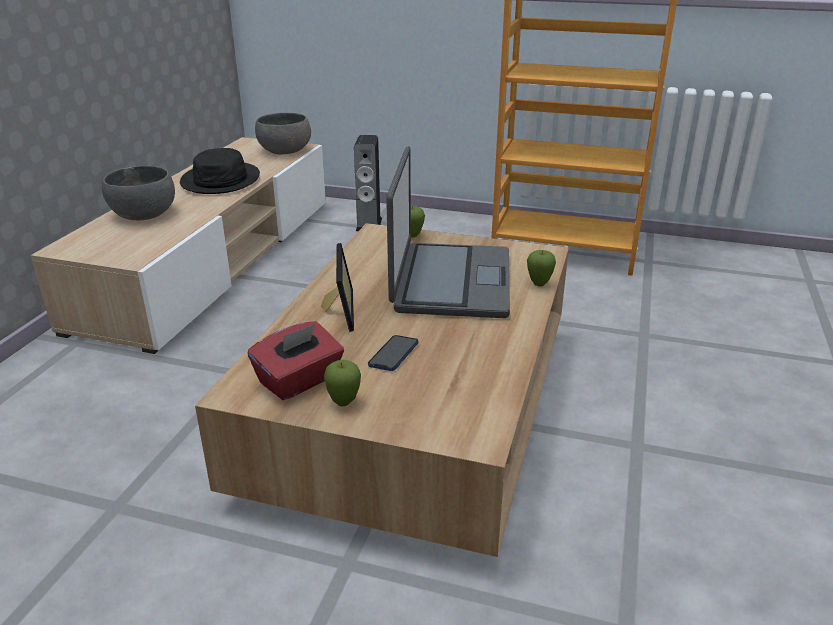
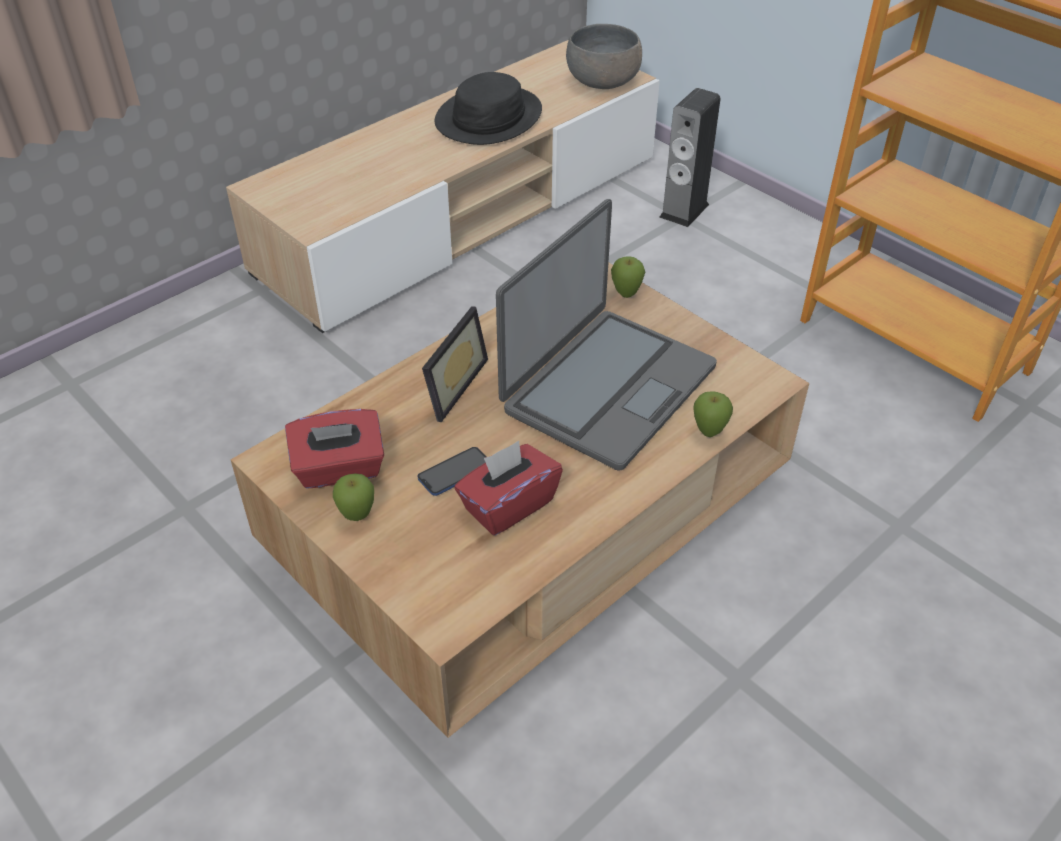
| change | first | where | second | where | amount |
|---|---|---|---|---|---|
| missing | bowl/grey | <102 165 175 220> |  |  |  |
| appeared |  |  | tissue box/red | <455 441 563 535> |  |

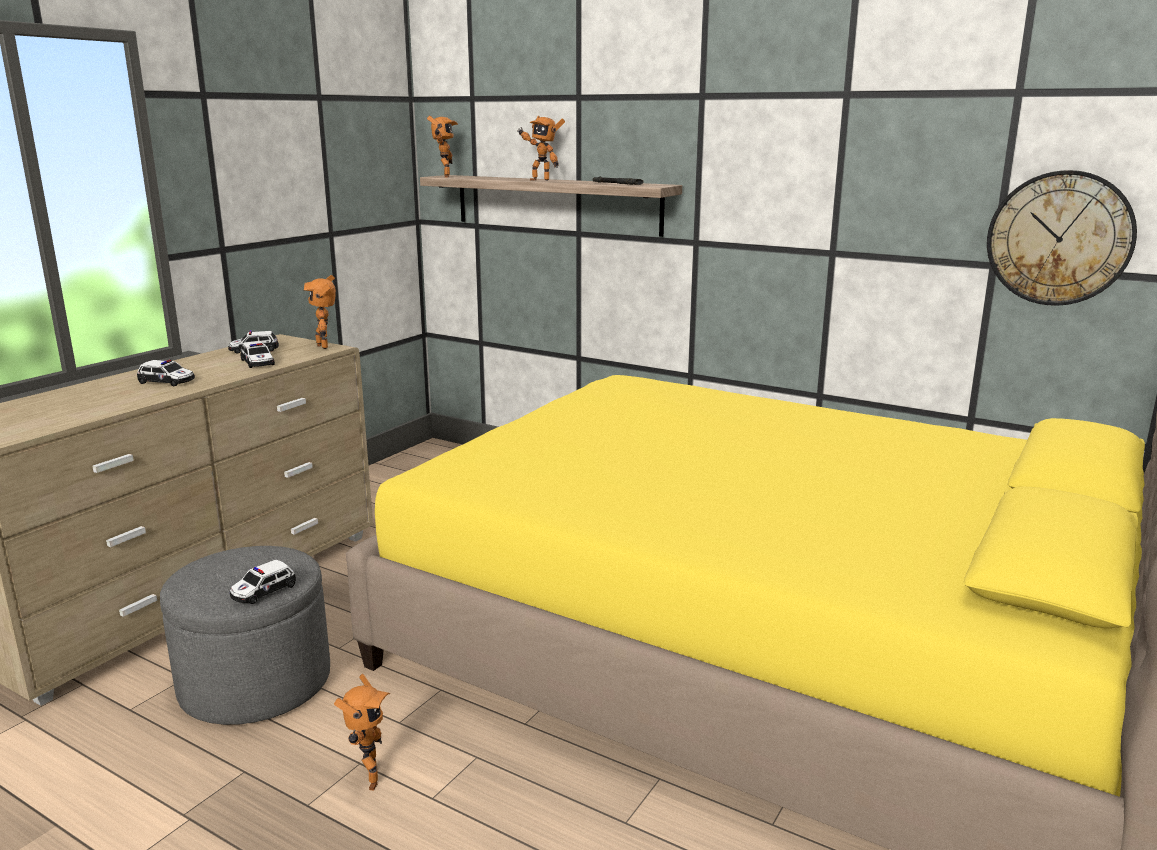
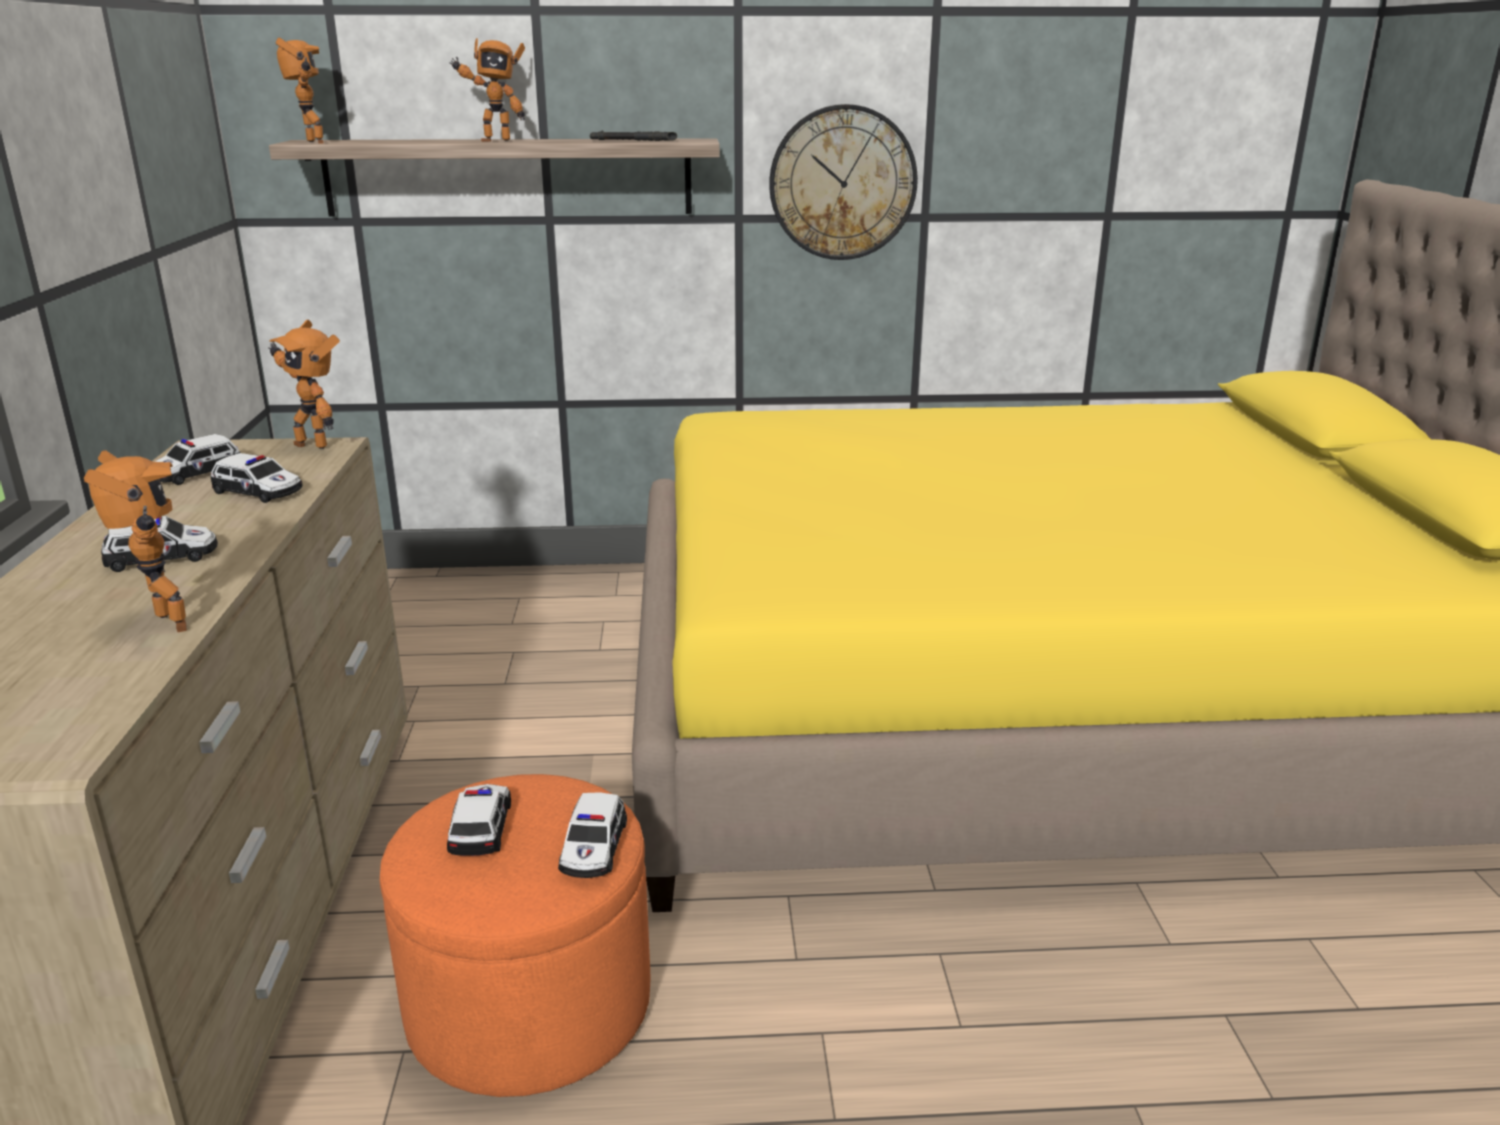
| change | first | where | second | where | amount |
|---|---|---|---|---|---|
| relocated | wall clock | <987 170 1137 306> |  | <769 104 918 260> |  |
| colour | ottoman/grey | <160 546 330 725> | ottoman/orange | <380 774 651 1097> |  |
| relocated | toy robot | <334 674 390 790> |  | <84 450 187 633> |  |
| appeared |  |  | toy car | <447 784 511 856> |  |

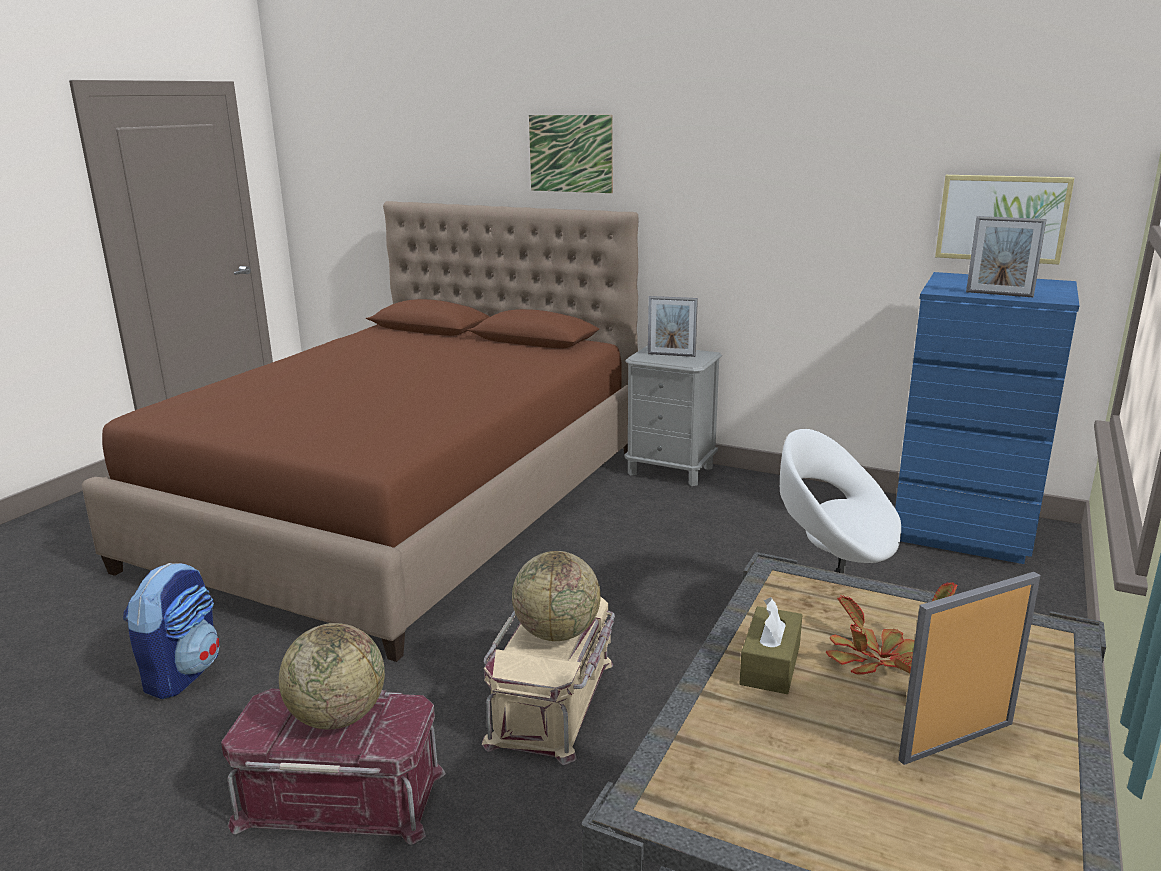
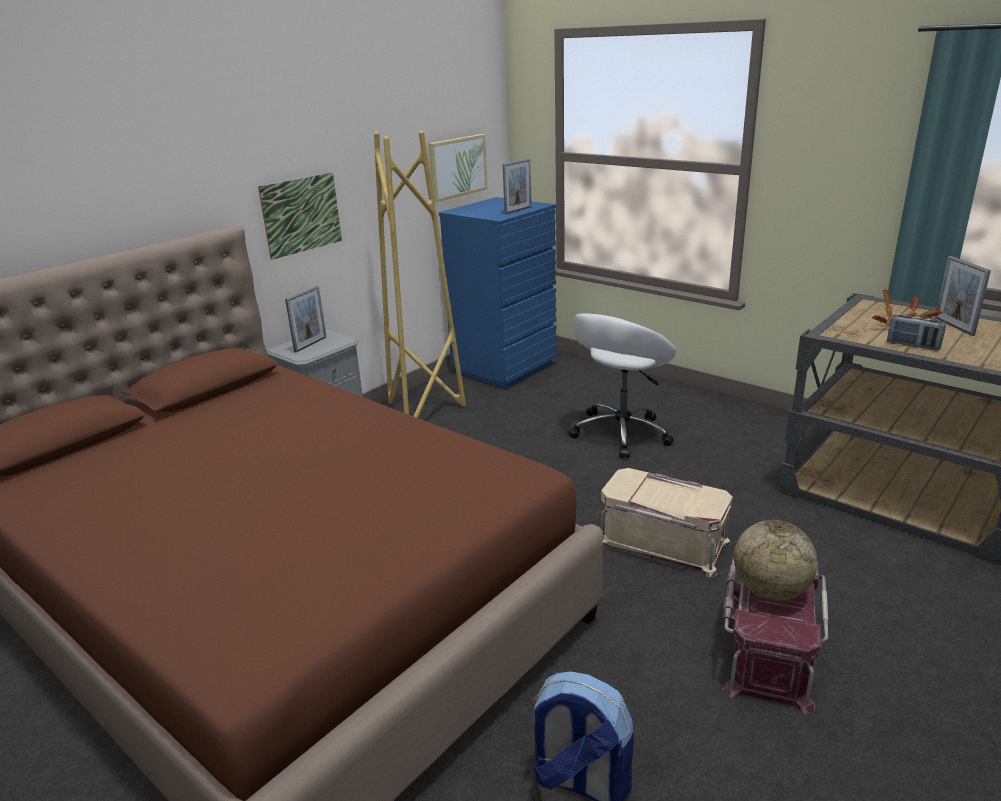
| change | first | where | second | where | amount |
|---|---|---|---|---|---|
| relocated | picture | <529 115 613 193> |  | <258 172 342 260> |  |
| missing | globe | <512 551 601 641> |  |  |  |
| exchanged | tissue box/brown | <739 597 802 694> | radio | <887 315 946 351> |  |
| appeared |  |  | clothes rack/yellow | <374 130 466 418> |  |

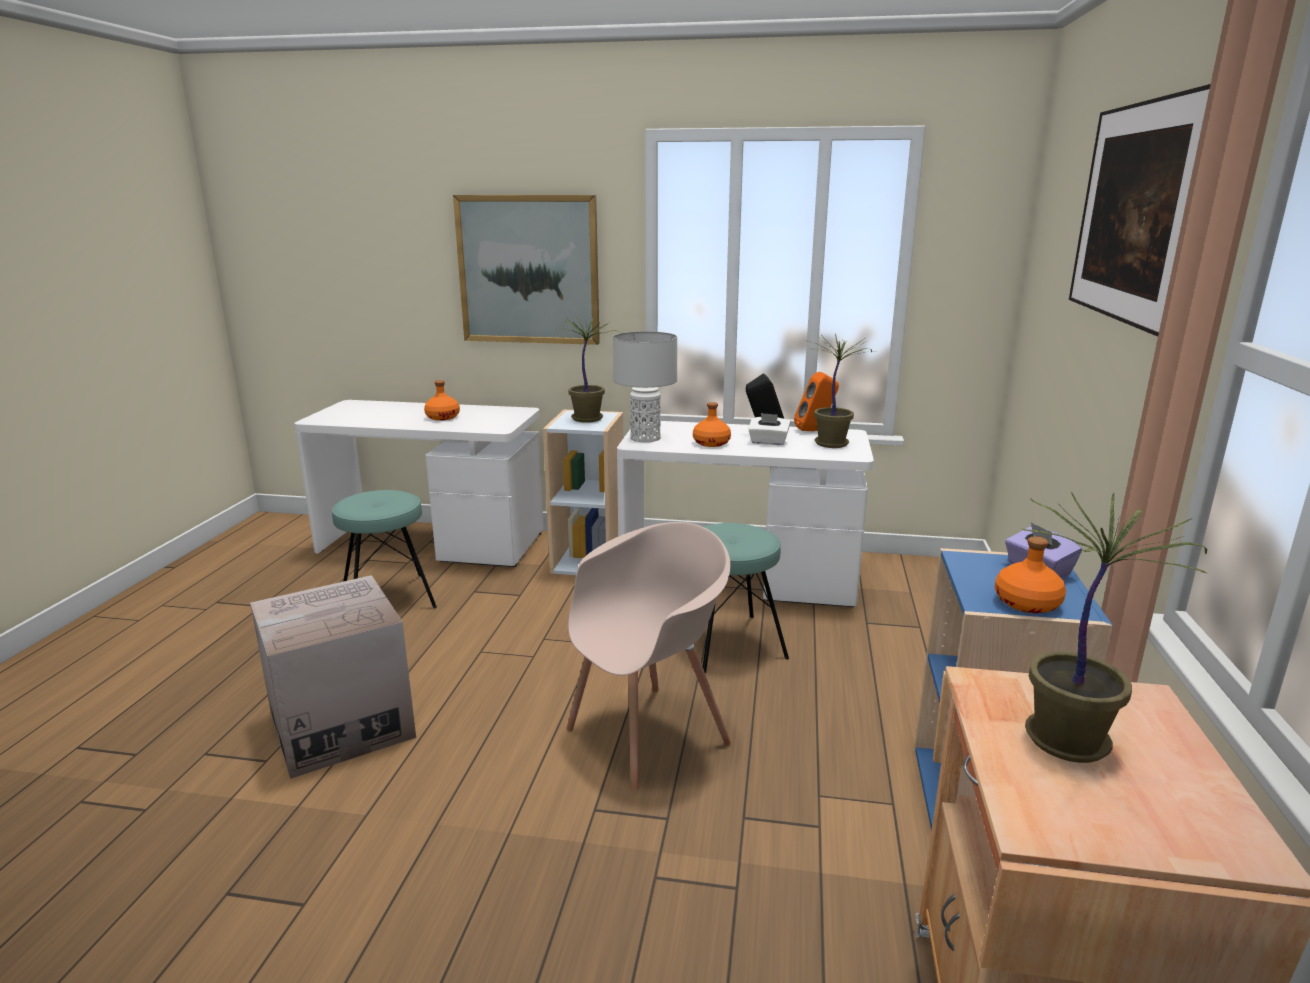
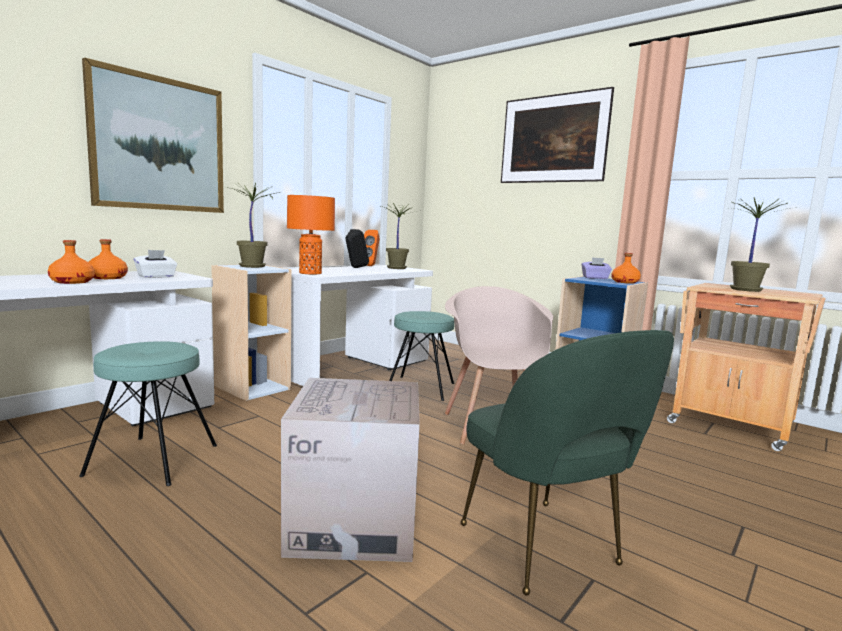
| change | first | where | second | where | amount |
|---|---|---|---|---|---|
| colour | table lamp/white | <613 331 677 442> | table lamp/orange | <287 195 335 274> |  |
| relocated | bottle/orange | <693 402 731 447> |  | <48 240 95 284> |  |
| relocated | tissue box/white | <748 413 790 445> |  | <134 250 177 278> |  |
| appeared |  |  | chair/green | <461 330 674 596> |  |

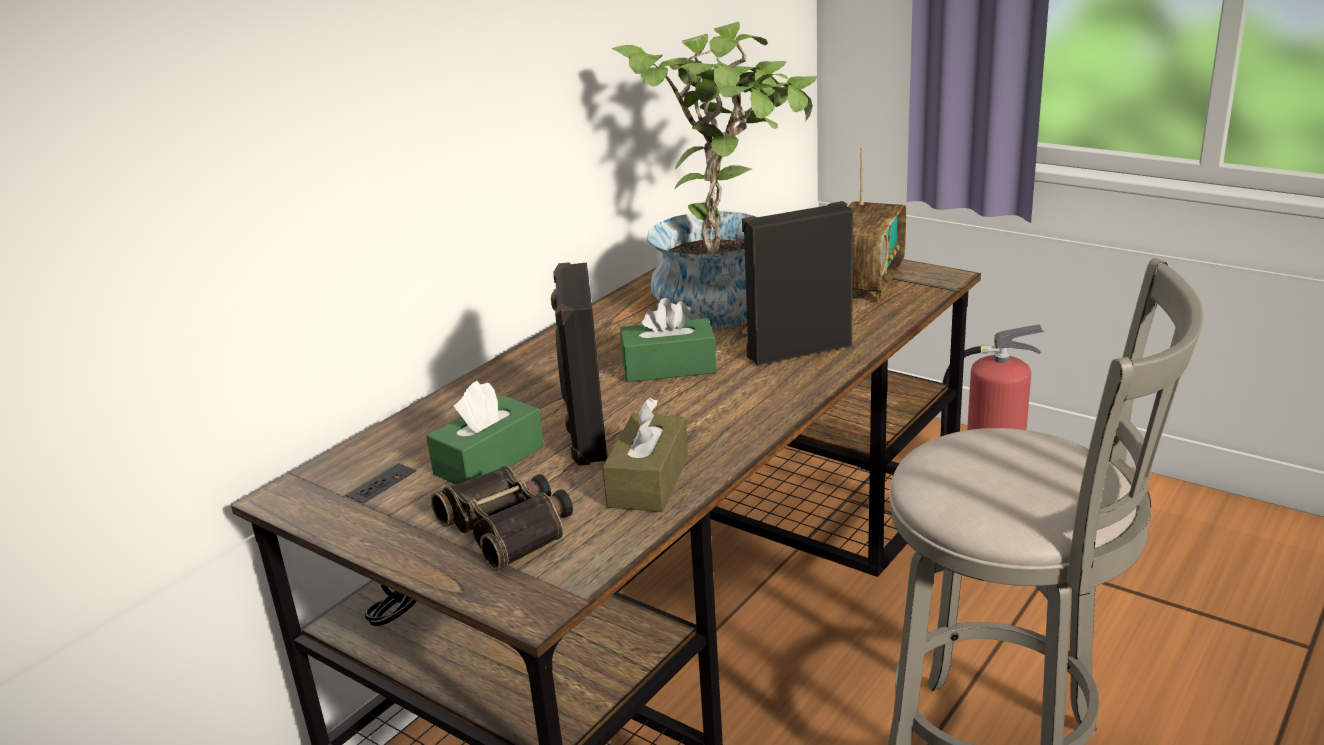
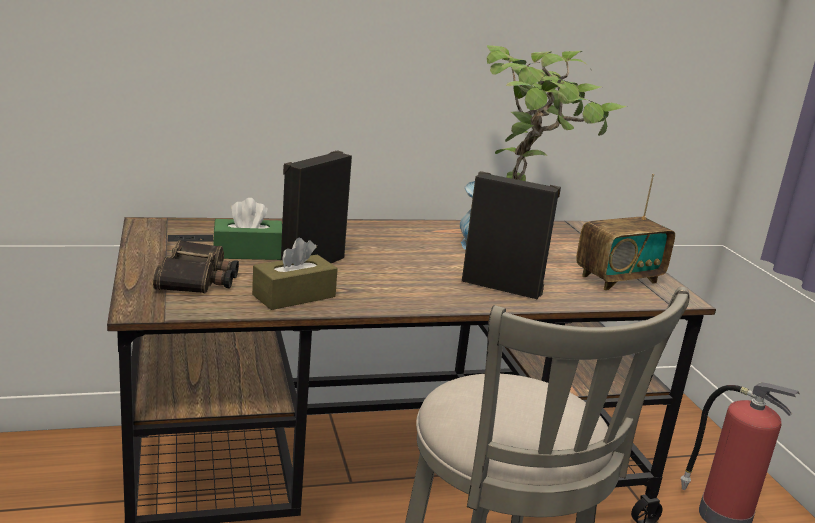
| change | first | where | second | where | amount |
|---|---|---|---|---|---|
| missing | tissue box/green | <620 298 717 382> |  |  |  |

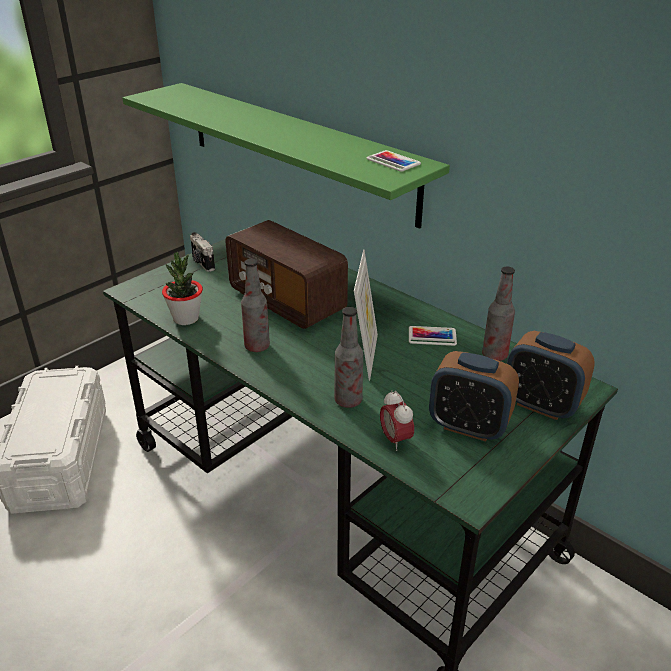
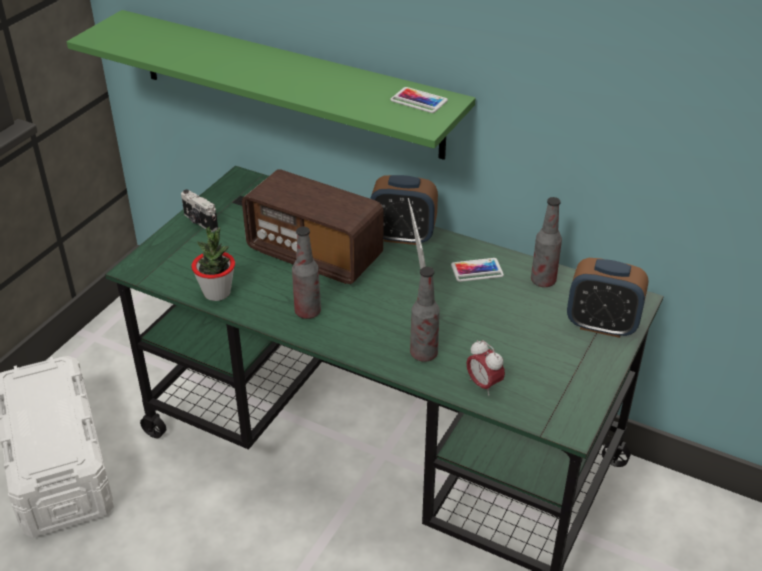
| change | first | where | second | where | amount |
|---|---|---|---|---|---|
| relocated | alarm clock | <429 351 519 441> |  | <370 175 438 245> |  |

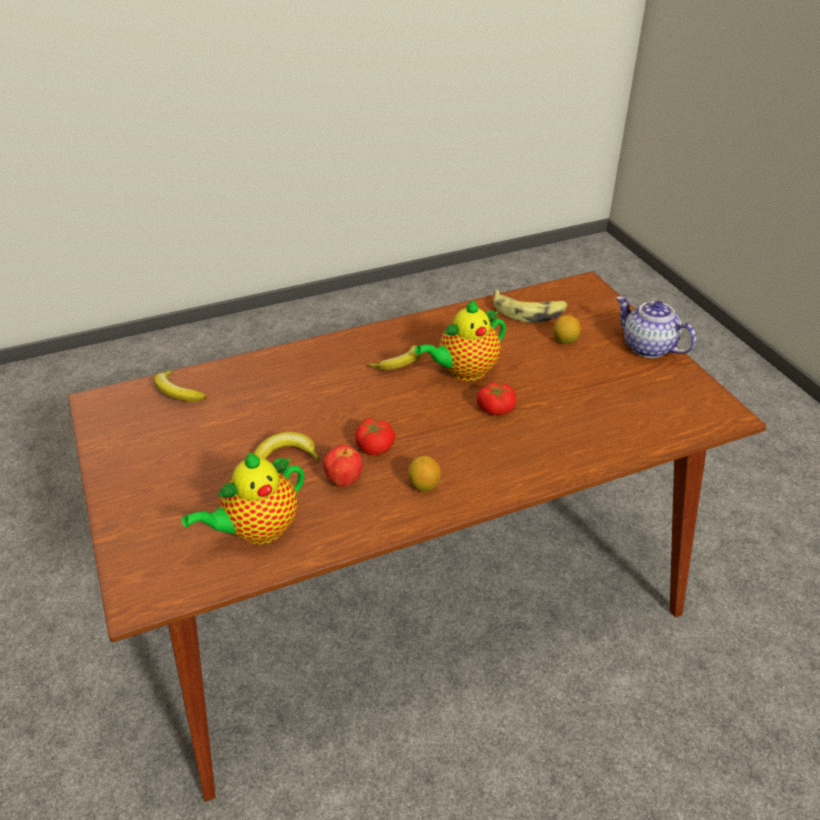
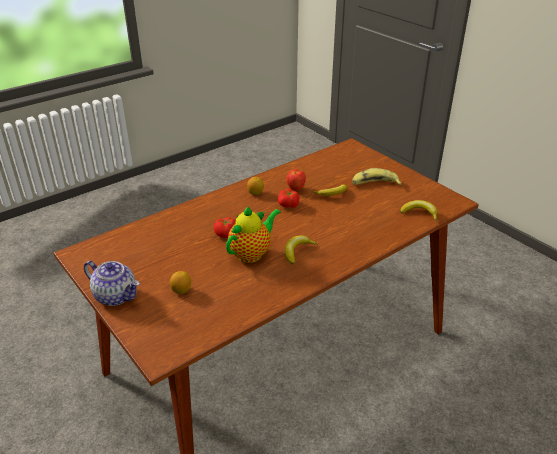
| change | first | where | second | where | amount |
|---|---|---|---|---|---|
| relocated | banana | <493 289 568 323> |  | <352 168 402 185> |  |
| missing | teapot | <181 453 304 545> |  |  |  |

